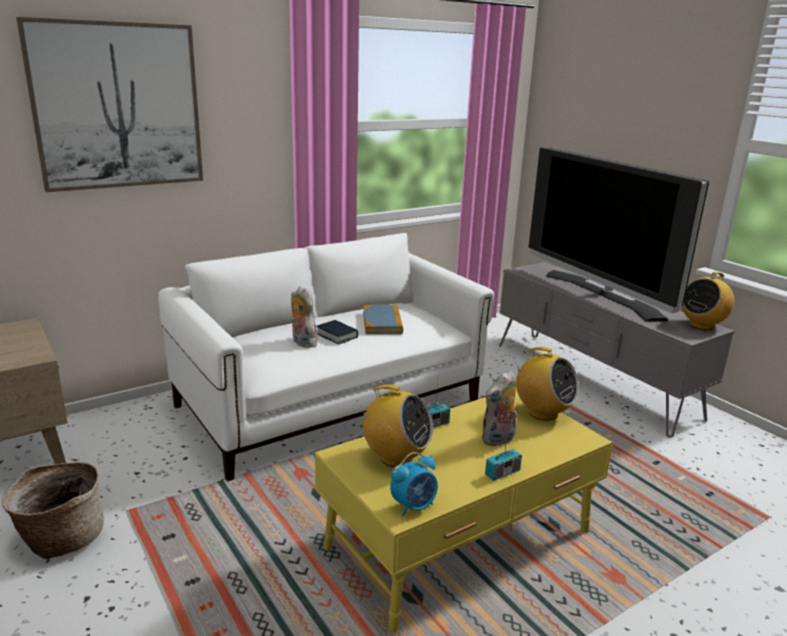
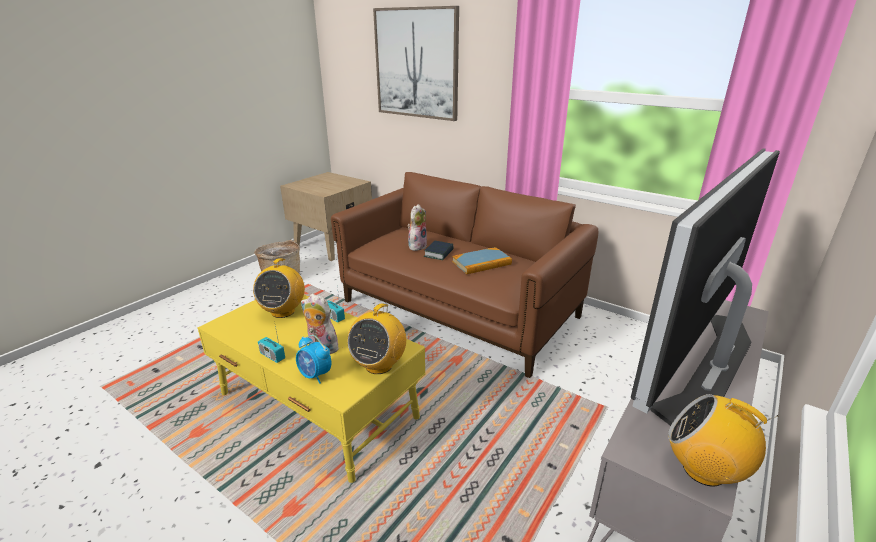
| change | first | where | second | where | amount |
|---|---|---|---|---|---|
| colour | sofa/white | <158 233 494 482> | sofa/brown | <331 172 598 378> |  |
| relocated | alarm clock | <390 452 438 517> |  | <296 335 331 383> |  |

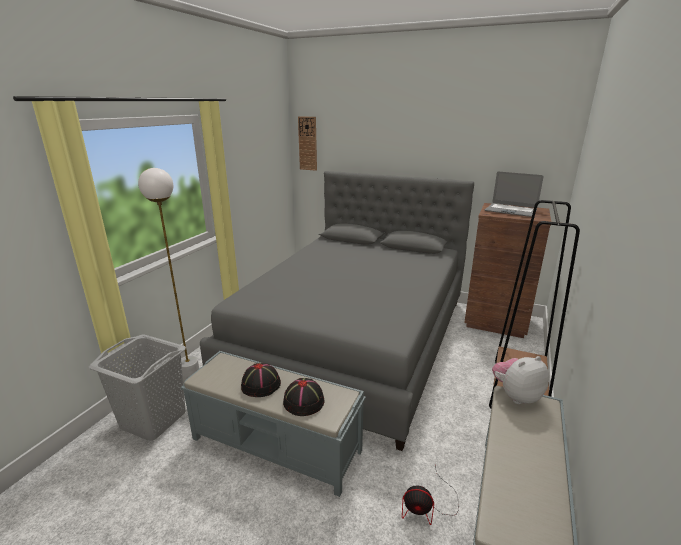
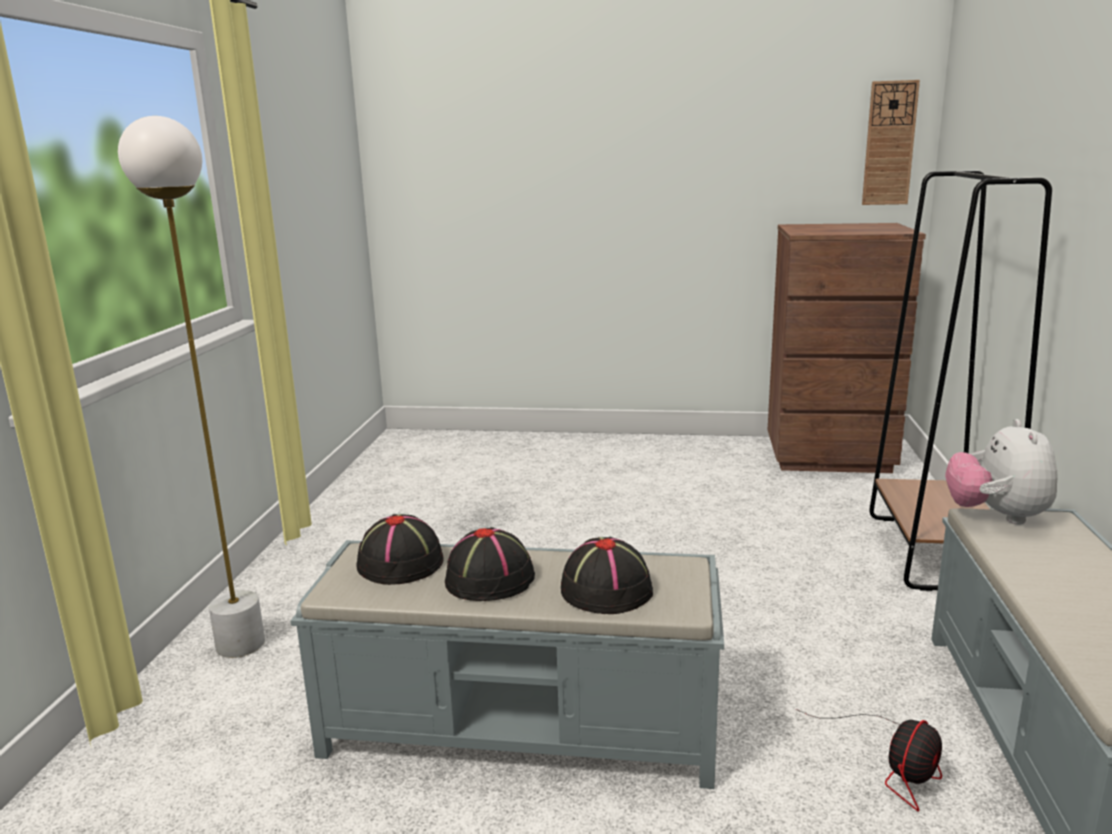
| change | first | where | second | where | amount |
|---|---|---|---|---|---|
| relocated | wall clock | <298 116 317 171> |  | <862 80 920 205> |  |
| missing | bed/grey | <200 171 474 451> |  |  |  |
| missing | laptop | <485 172 544 217> |  |  |  |
| missing | laundry basket/grey | <88 334 186 441> |  |  |  |
| spun | plush toy | <492 356 549 404> |  | <945 419 1058 524> | 45 degrees counterclockwise |
| spun | fan | <402 471 459 525> |  | <796 709 942 812> | 45 degrees counterclockwise |
| appeared |  |  | hat/black | <356 514 444 585> |  |

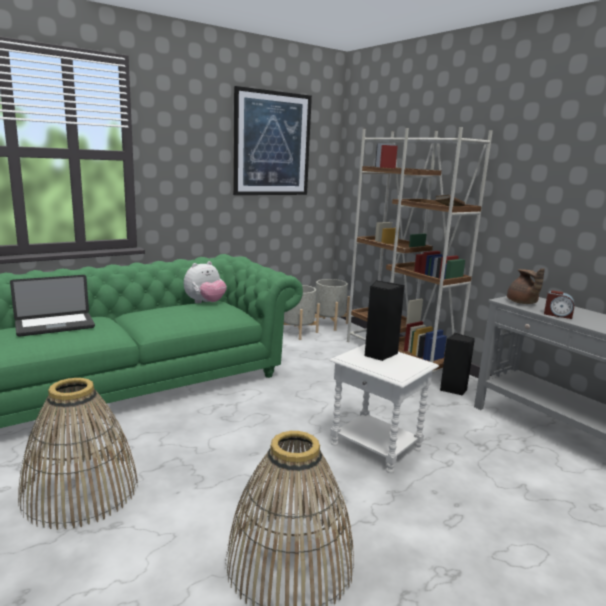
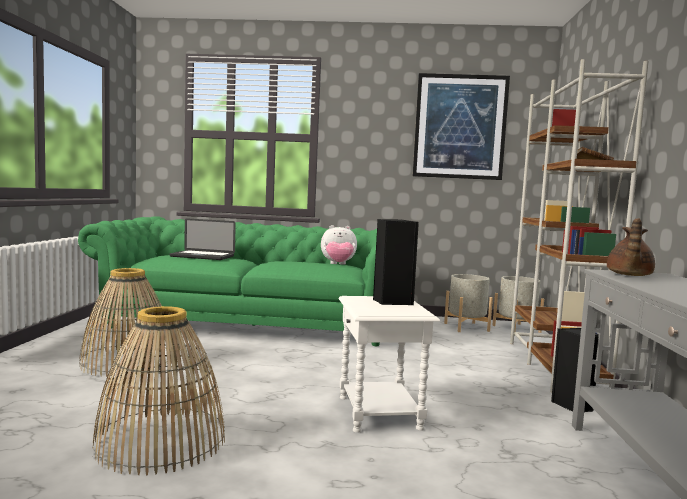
| change | first | where | second | where | amount |
|---|---|---|---|---|---|
| missing | alarm clock | <544 290 574 319> |  |  |  |

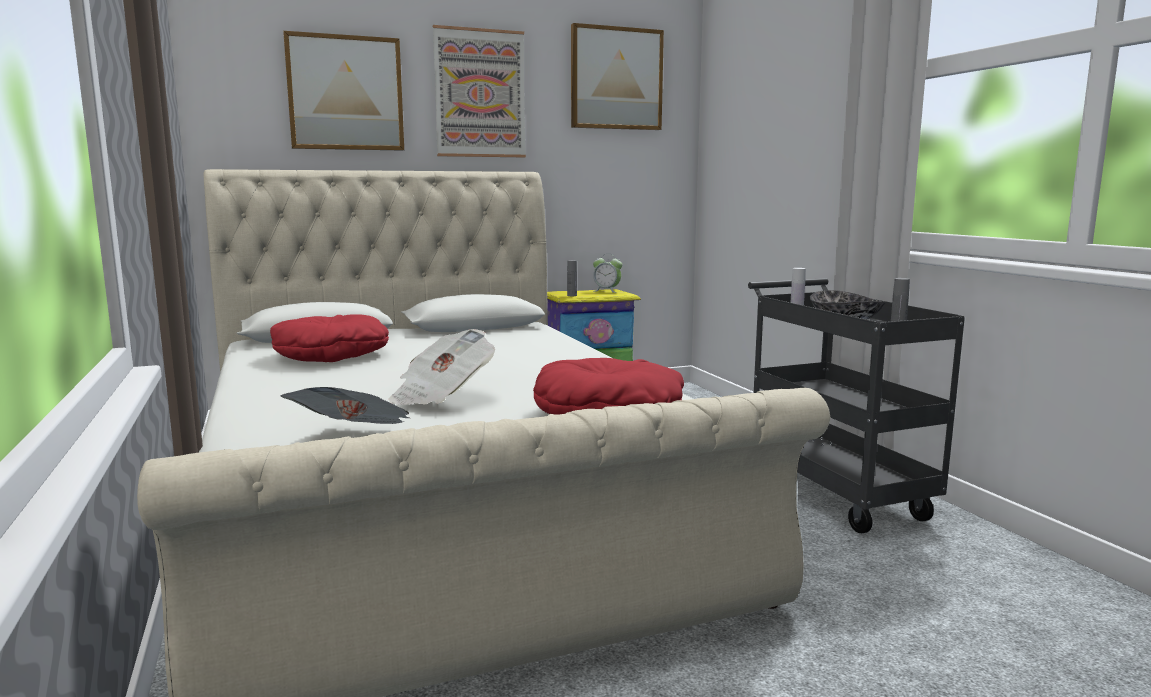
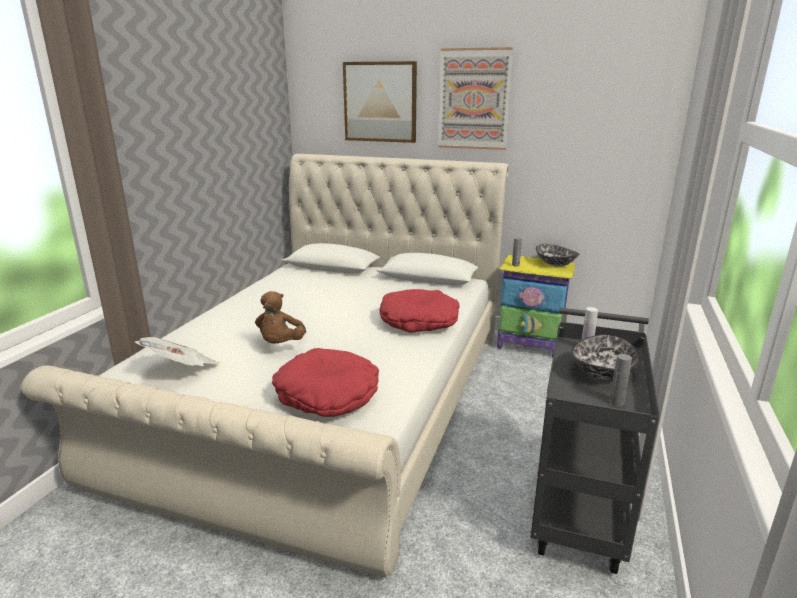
| change | first | where | second | where | amount |
|---|---|---|---|---|---|
| missing | picture | <571 23 664 130> |  |  |  |
| exchanged | alarm clock | <593 256 622 293> | bowl | <536 244 579 267> |  |
| relocated | pillow/red | <270 314 389 362> |  | <379 289 460 333> |  |
| exchanged | newspaper | <389 329 495 405> | plush toy/brown | <255 291 306 344> |  |

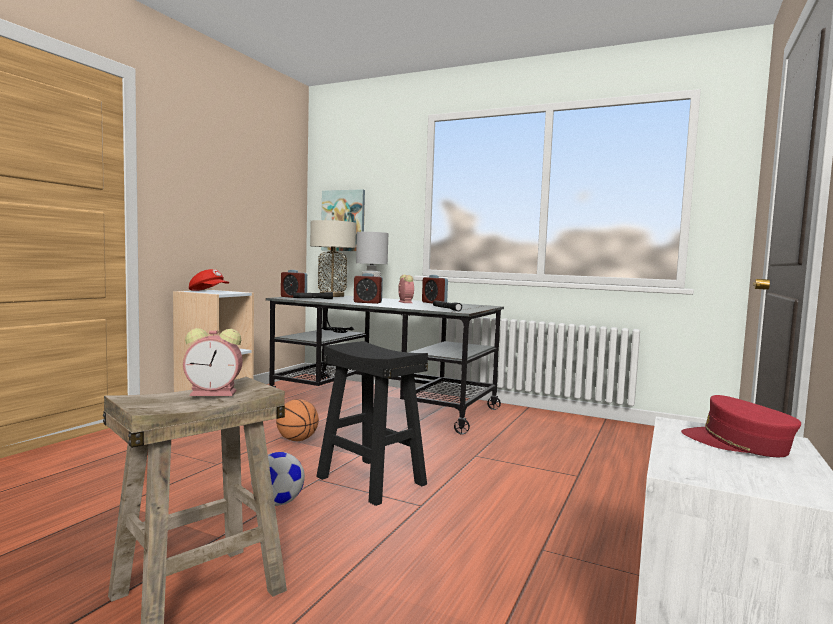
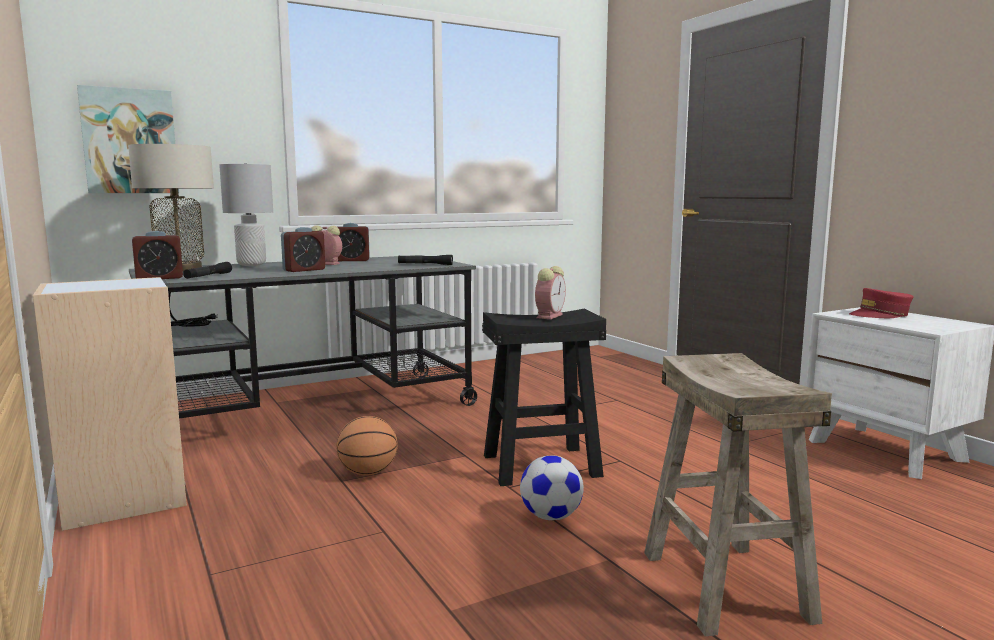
| change | first | where | second | where | amount |
|---|---|---|---|---|---|
| missing | cap/red | <189 269 229 291> |  |  |  |
| relocated | alarm clock | <183 328 243 396> |  | <535 266 566 319> |  |

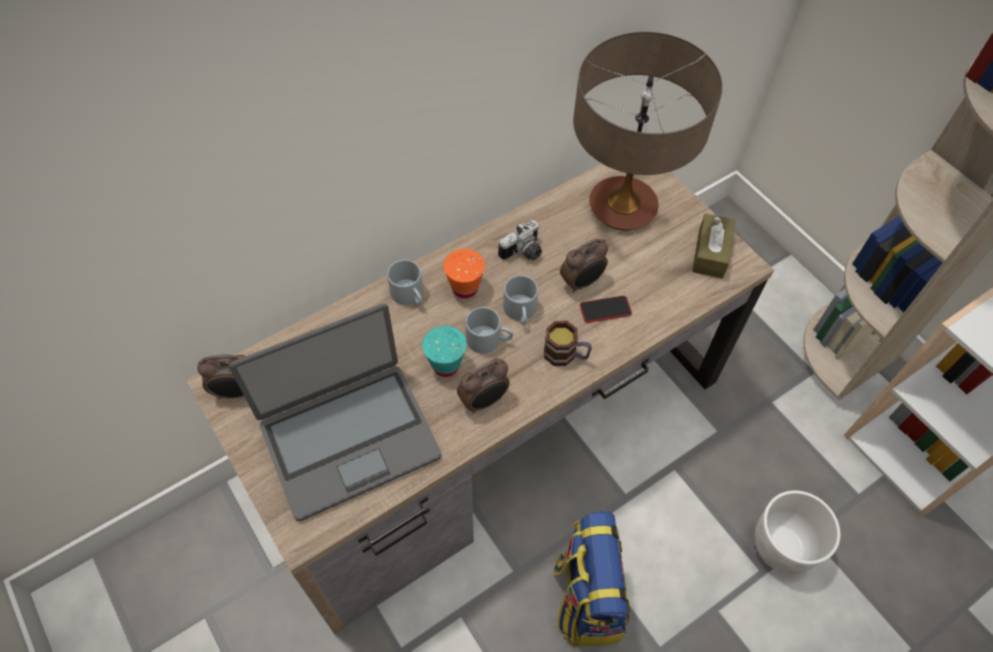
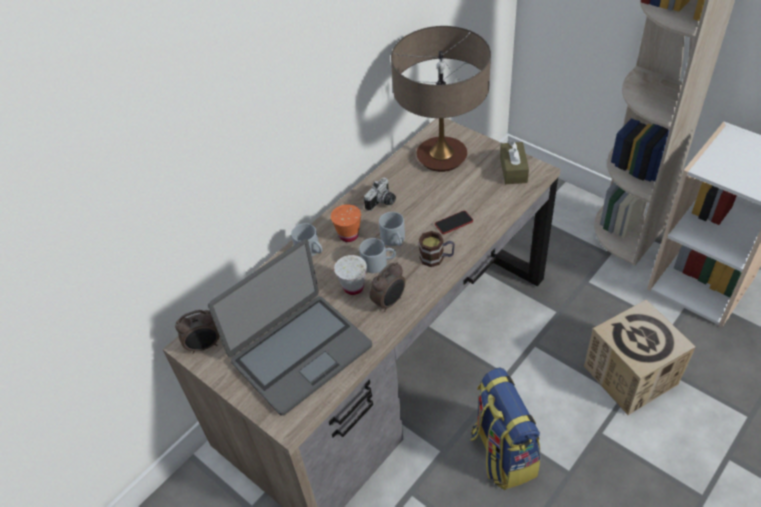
| change | first | where | second | where | amount |
|---|---|---|---|---|---|
| missing | alarm clock | <560 238 608 293> |  |  |  |
| colour | cup/turquoise | <422 326 467 377> | cup/white | <334 255 367 295> |  |
| exchanged | planter/white | <754 490 840 574> | cardboard box | <584 300 696 415> |  |

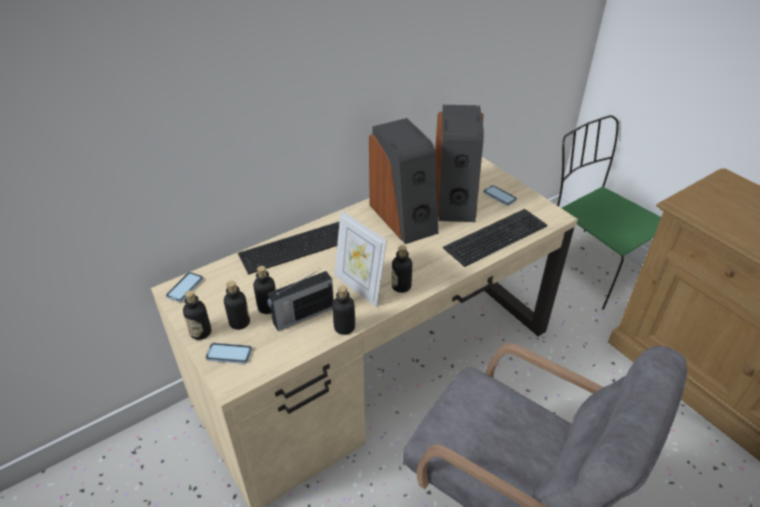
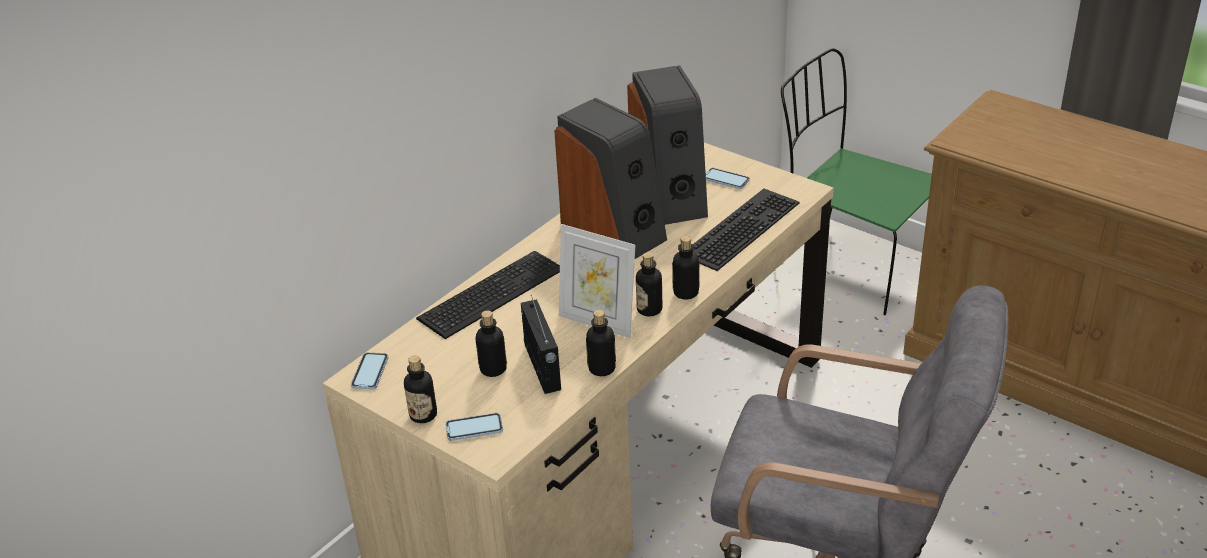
| change | first | where | second | where | amount |
|---|---|---|---|---|---|
| spun | radio | <267 270 334 331> |  | <521 296 561 394> | 60 degrees counterclockwise |
| relocated | bottle | <224 281 250 330> |  | <672 236 700 300> |  |

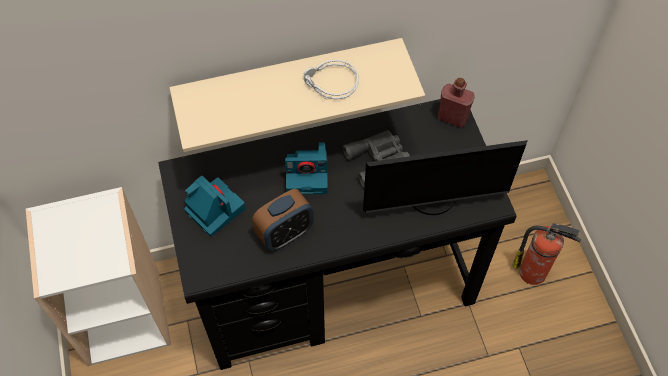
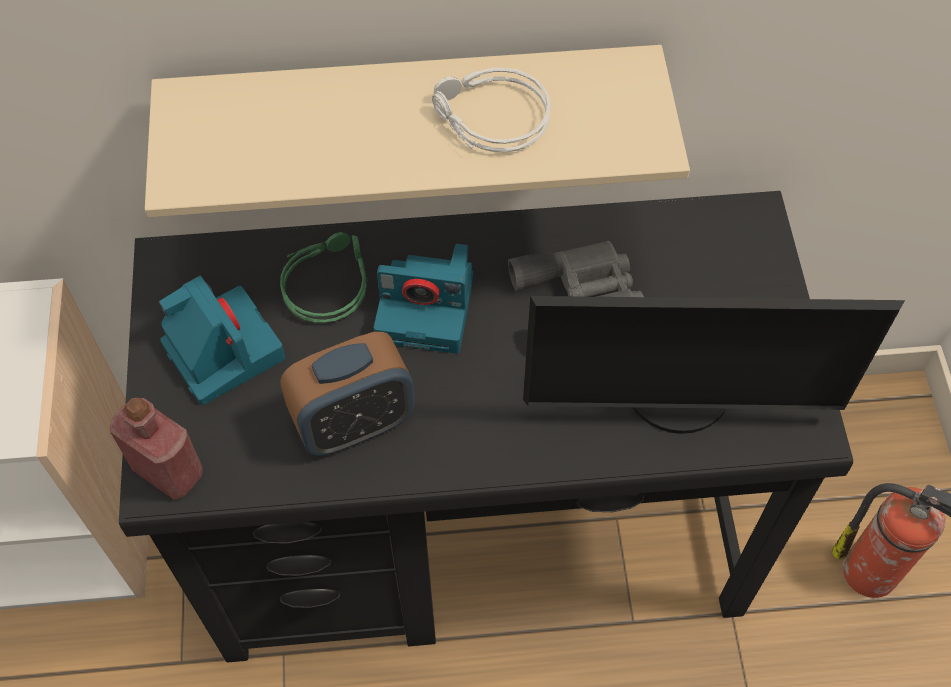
| change | first | where | second | where | amount |
|---|---|---|---|---|---|
| relocated | bottle/red | <438 78 475 127> |  | <110 398 203 500> |  |
| appeared |  |  | headphones/green | <280 232 368 323> |  |

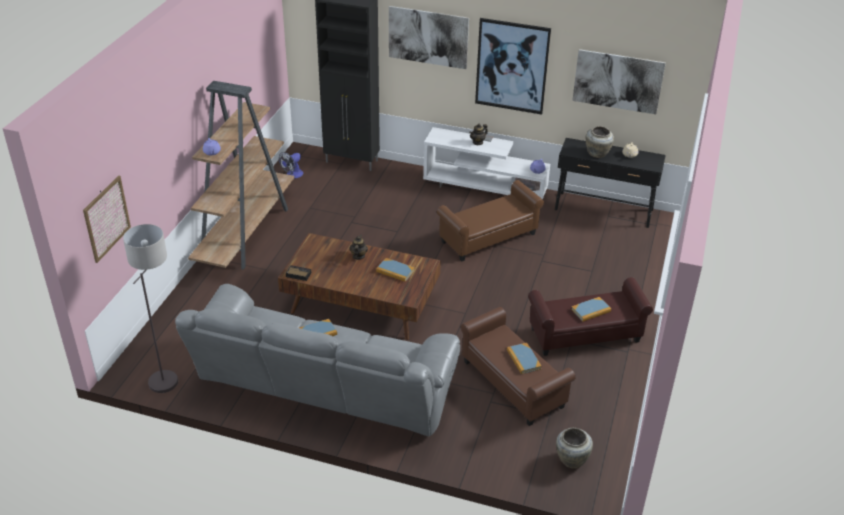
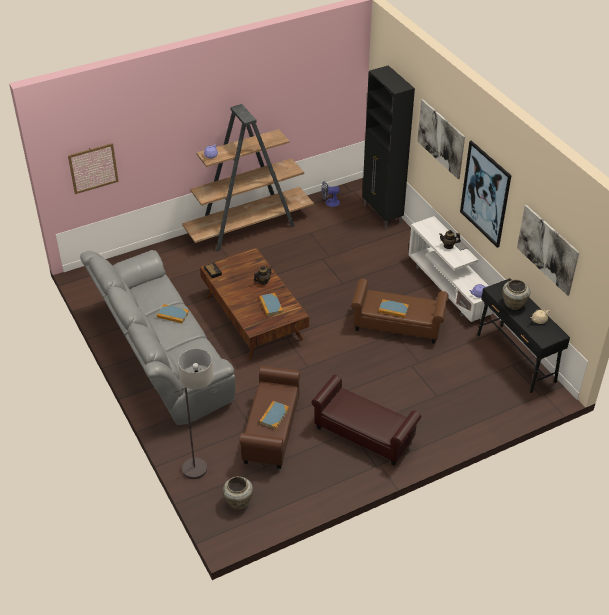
| change | first | where | second | where | amount |
|---|---|---|---|---|---|
| relocated | floor lamp/grey | <123 224 178 393> |  | <174 349 213 479> |  |
| relocated | book | <571 297 611 322> |  | <379 299 409 318> |  |

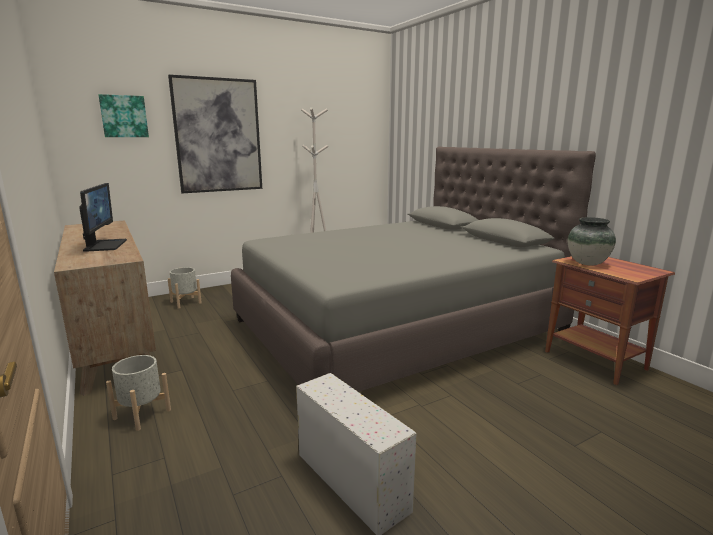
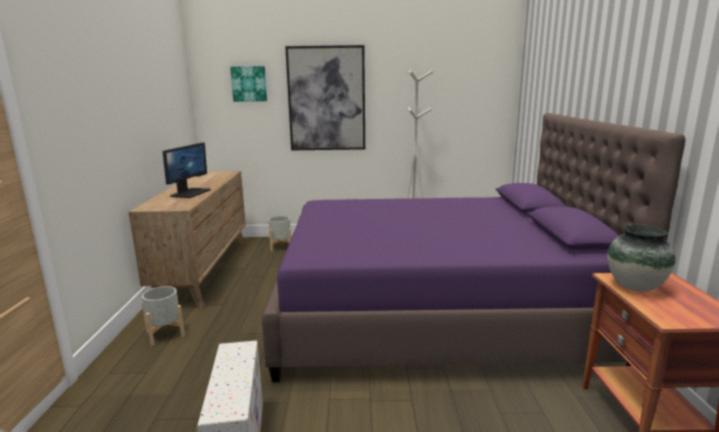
| change | first | where | second | where | amount |
|---|---|---|---|---|---|
| colour | bed/grey | <231 147 596 392> | bed/purple | <262 113 685 382> |  |

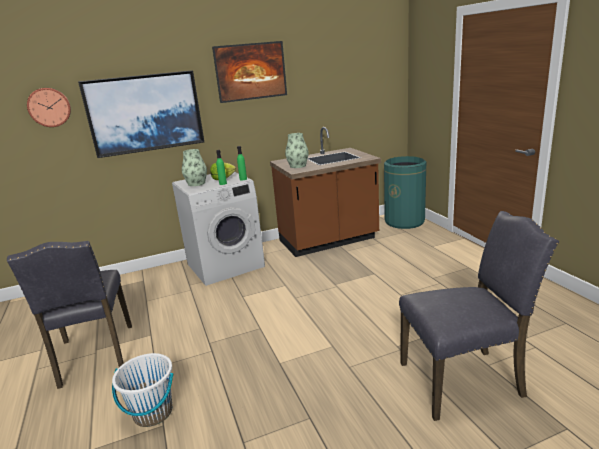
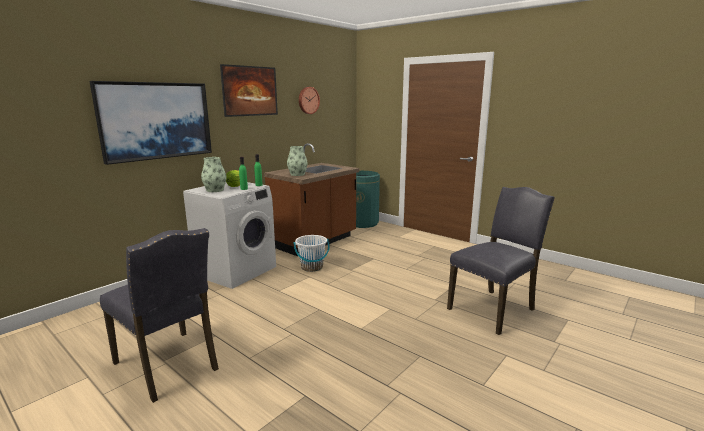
| change | first | where | second | where | amount |
|---|---|---|---|---|---|
| relocated | wall clock | <27 88 71 127> |  | <299 87 320 114> |  |
| relocated | bucket/white | <112 353 173 427> |  | <293 235 330 272> |  |

